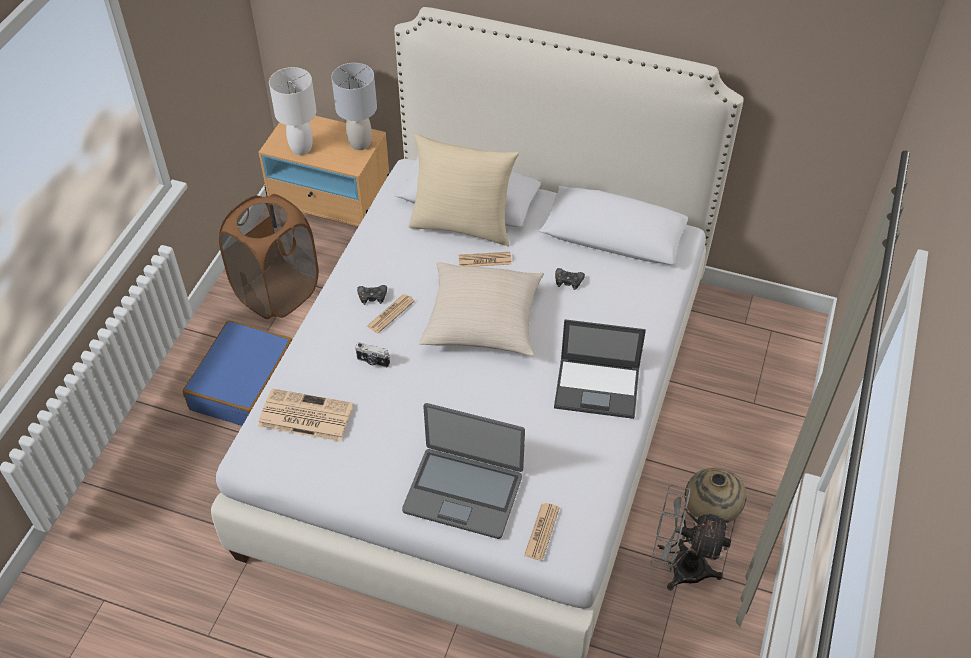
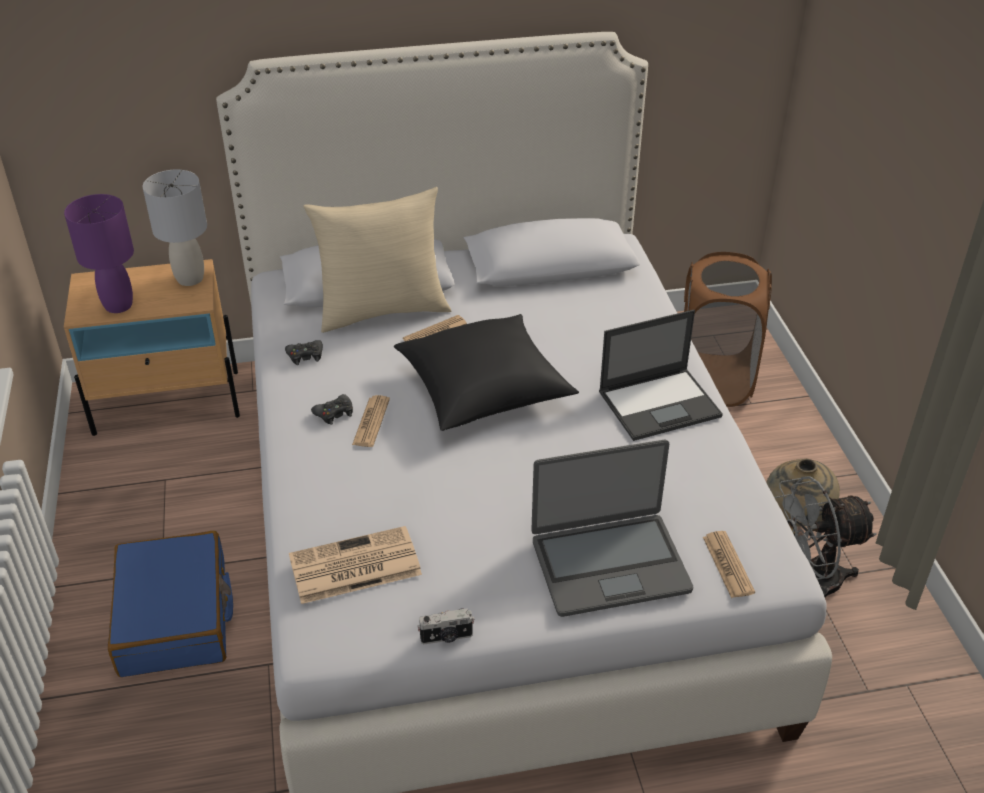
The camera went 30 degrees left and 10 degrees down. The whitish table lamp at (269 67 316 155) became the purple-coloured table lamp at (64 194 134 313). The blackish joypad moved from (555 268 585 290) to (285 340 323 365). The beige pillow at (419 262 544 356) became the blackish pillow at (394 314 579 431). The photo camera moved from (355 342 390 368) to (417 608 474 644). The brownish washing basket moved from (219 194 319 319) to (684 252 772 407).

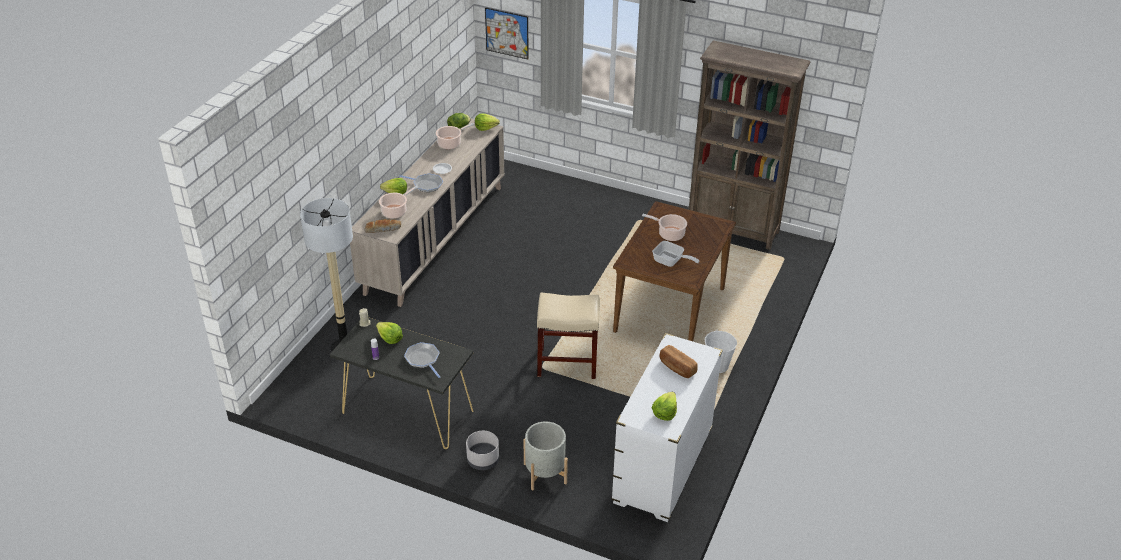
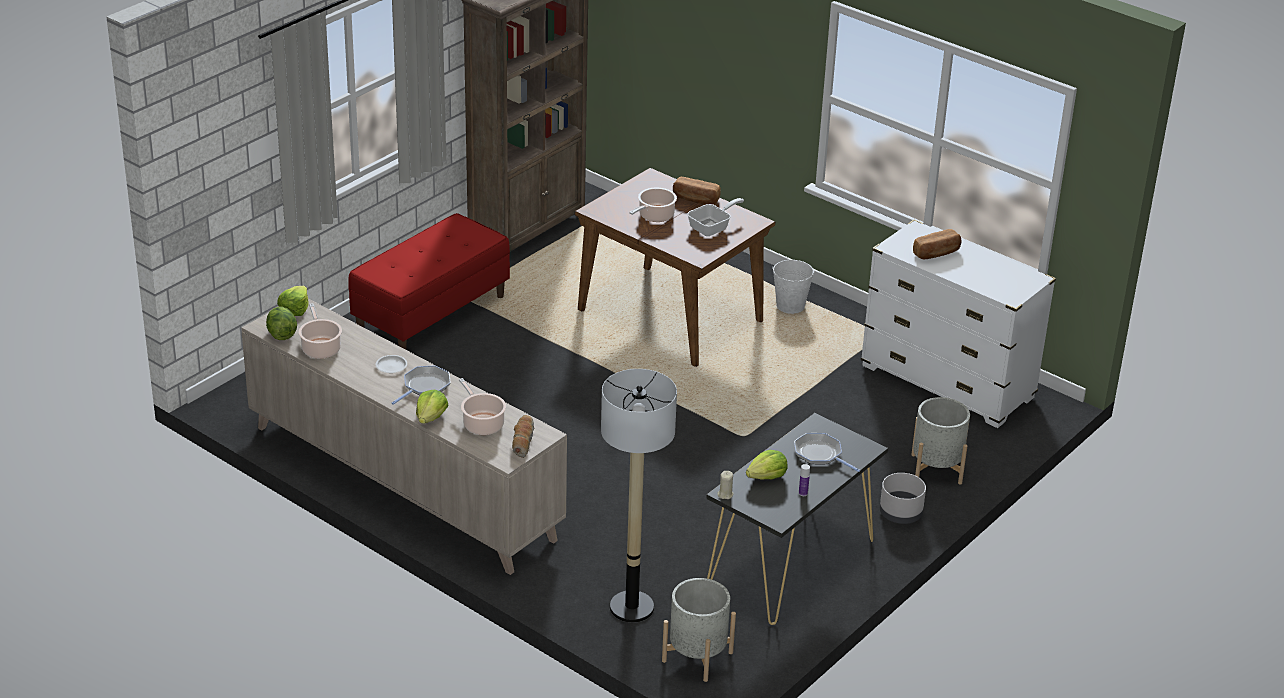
The camera went 75 degrees left and 5 degrees down. The reddish bench at (348 213 510 350) appeared. The grey planter at (662 578 736 682) appeared. The bakery bread at (673 177 721 205) appeared. The skillet at (404 342 440 378) turned 60 degrees clockwise. The wall art at (485 7 529 59) disappeared. The beige sitting stool at (537 293 600 379) disappeared. The head of lettuce at (652 392 677 421) disappeared.

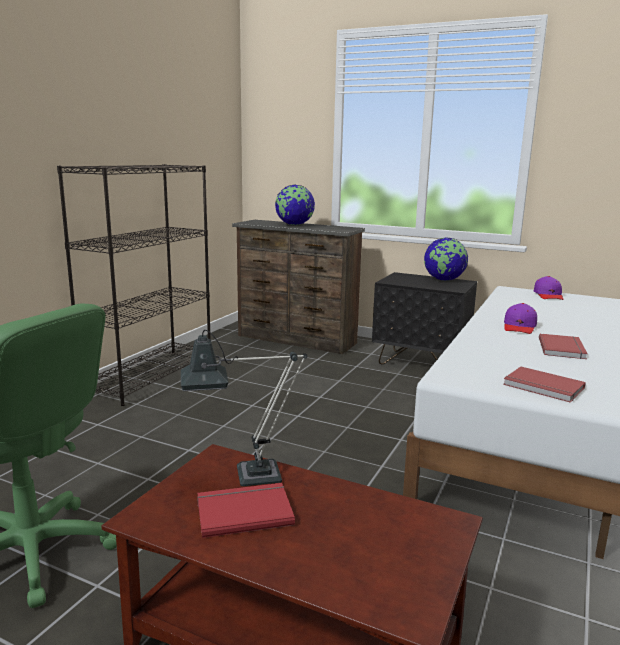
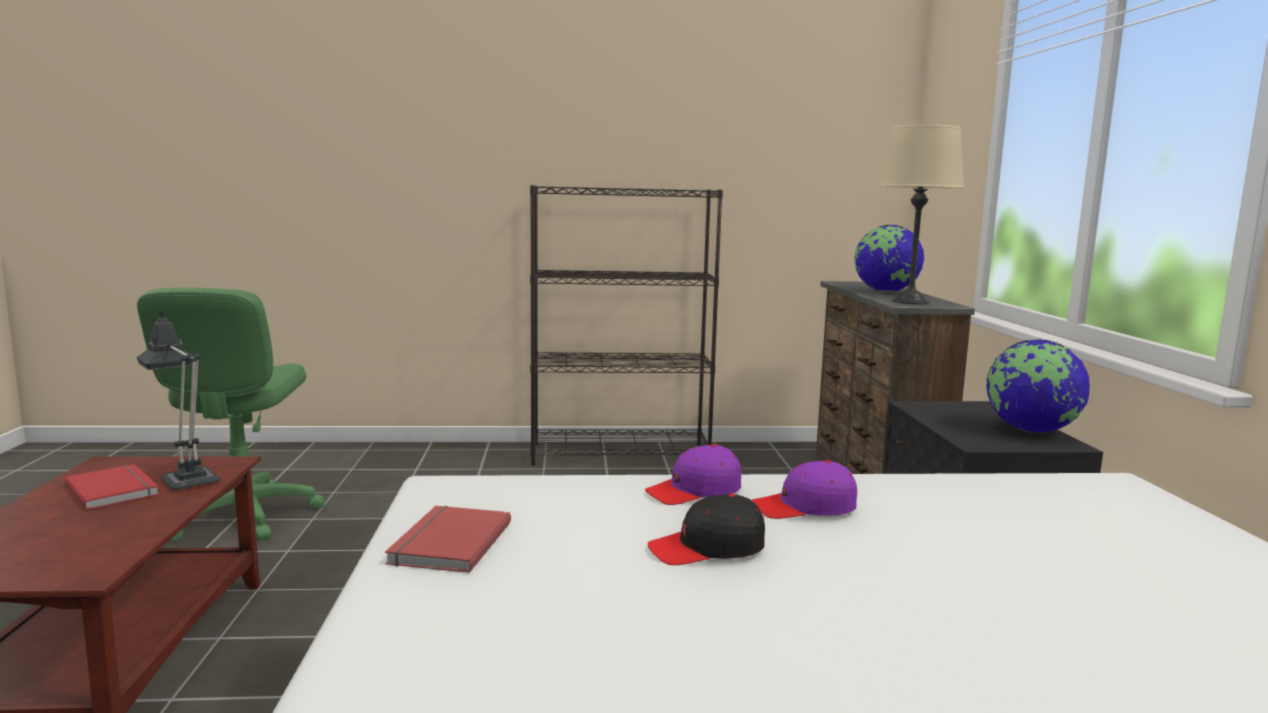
The camera went 60 degrees right and 5 degrees down. The purple-coloured baseball cap moved from (534 276 563 300) to (645 444 741 505). The reddish book at (539 334 588 359) was replaced by the blackish baseball cap at (648 494 765 565). The beige table lamp at (878 125 965 304) appeared.

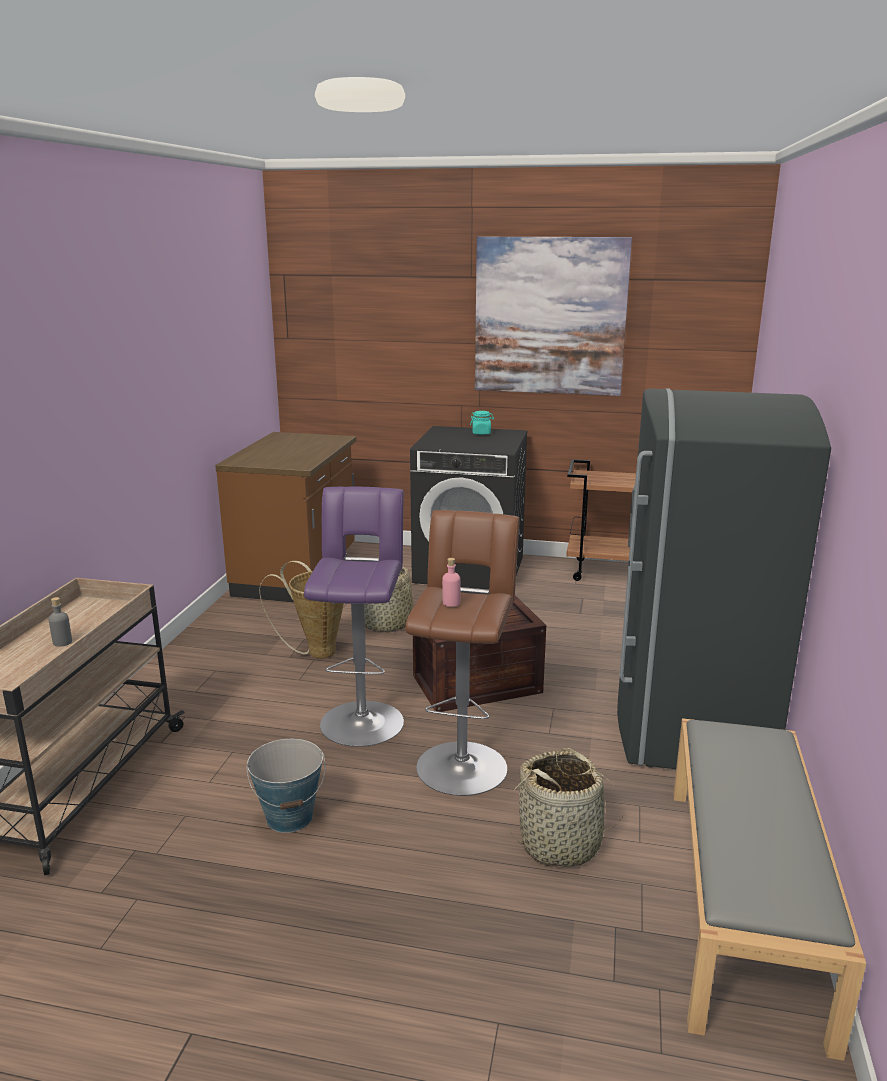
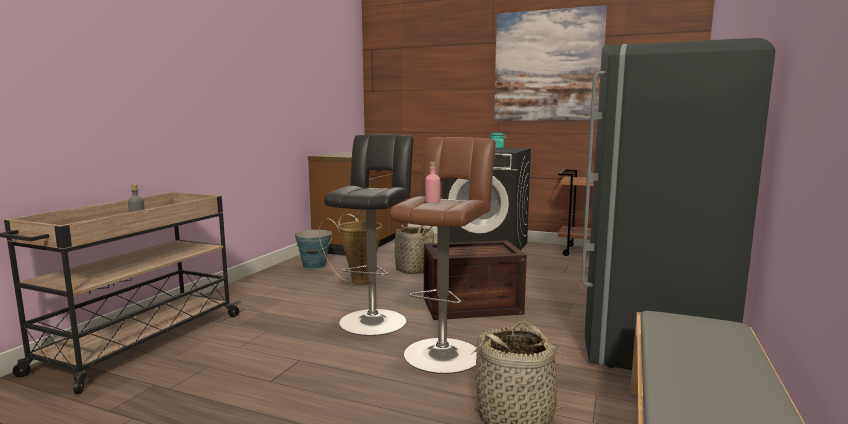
The camera went 10 degrees right and 10 degrees down. The water bucket moved from (246 739 326 833) to (294 230 332 269). The purple-coloured sitting stool at (304 487 404 747) became the blackish sitting stool at (324 135 414 336).

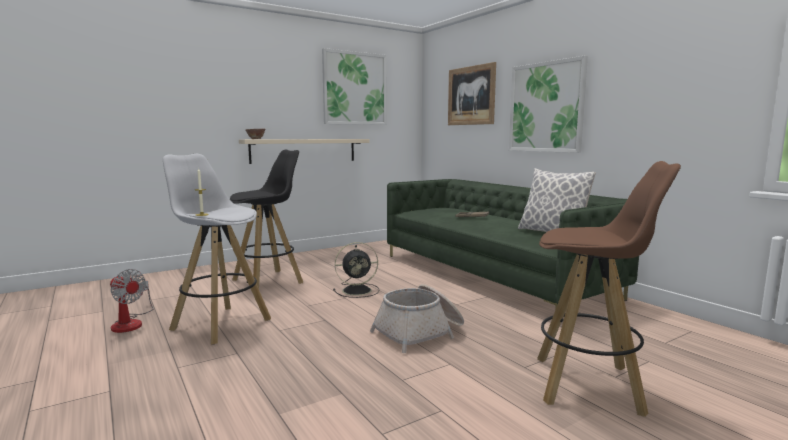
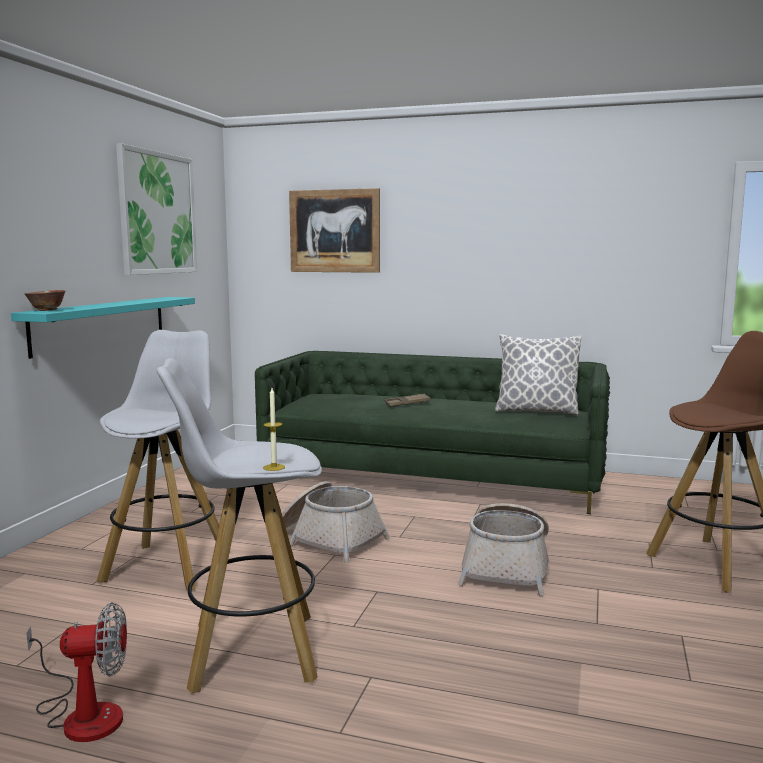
The camera went 40 degrees left and 0 degrees up. The beige bracket shelf at (239 139 370 164) became the blue-green bracket shelf at (11 297 195 359). The blackish sitting stool at (230 149 303 289) became the whitish sitting stool at (96 330 219 590). The blackish fan at (333 242 379 298) was replaced by the household basket at (282 481 390 563). The wall art at (509 55 588 153) disappeared.

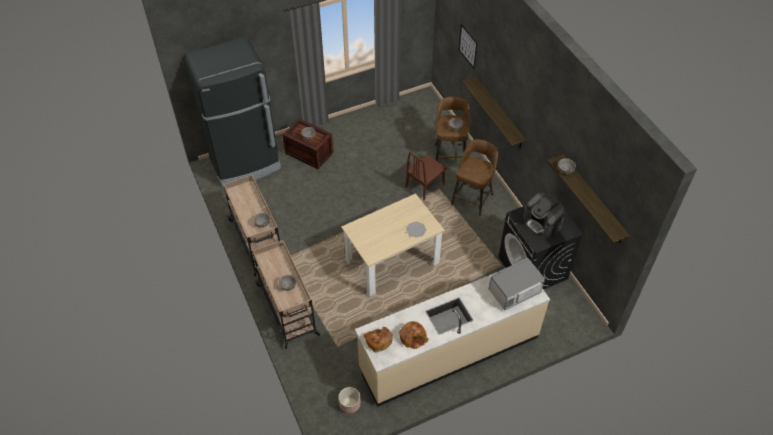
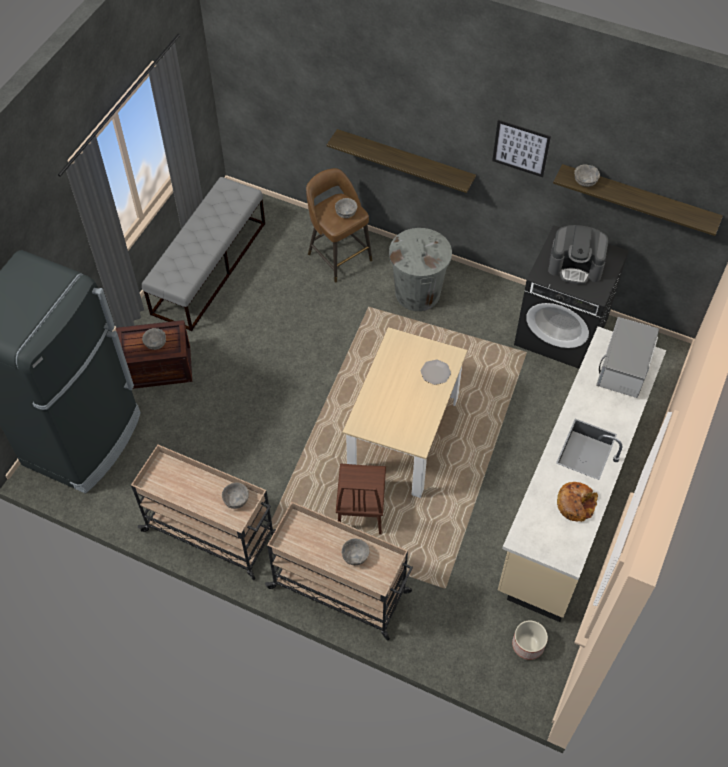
The camera went 40 degrees left and 5 degrees up. The grey bench at (142 177 265 331) appeared. The brownish plain chair moved from (405 152 447 200) to (336 463 386 534). The brownish sitting stool at (451 139 498 216) was replaced by the grey rubbish bin at (389 228 452 311). The wall art moved from (459 24 478 69) to (492 120 551 177). The bakery bread at (364 327 393 353) disappeared.

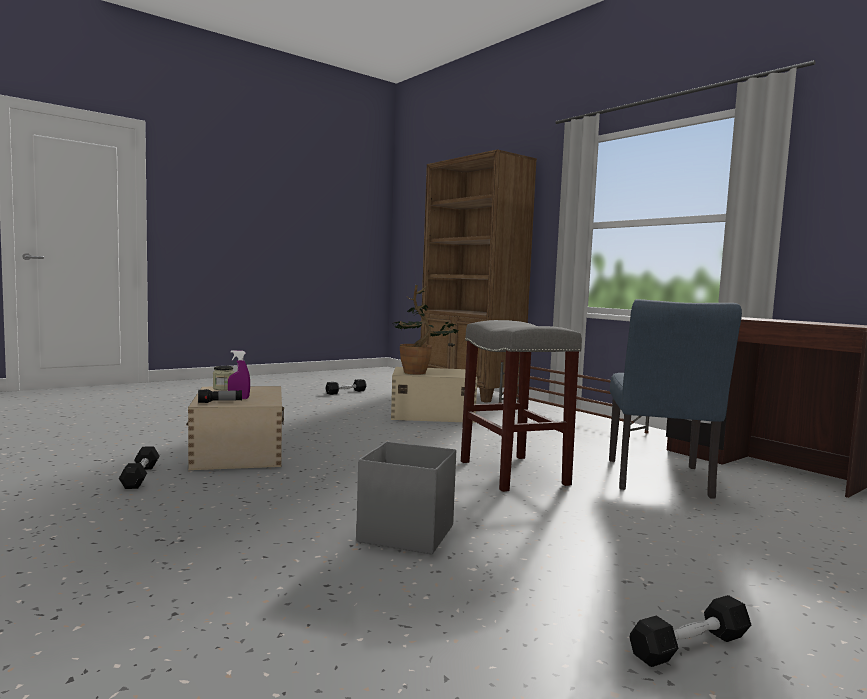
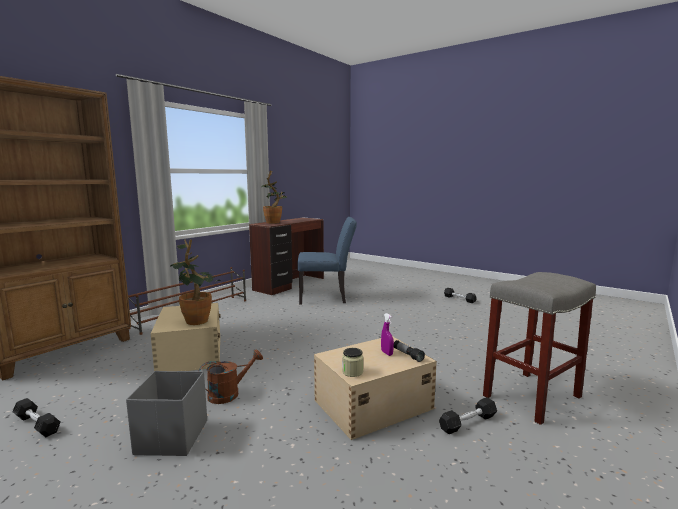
The camera went 105 degrees left and 5 degrees up. The grey storage bin moved from (356 441 456 555) to (126 371 207 456). The brownish watering can at (199 350 263 404) appeared. The plant in a pot at (261 170 287 224) appeared. The grey sitting stool moved from (461 320 582 492) to (483 272 596 425).

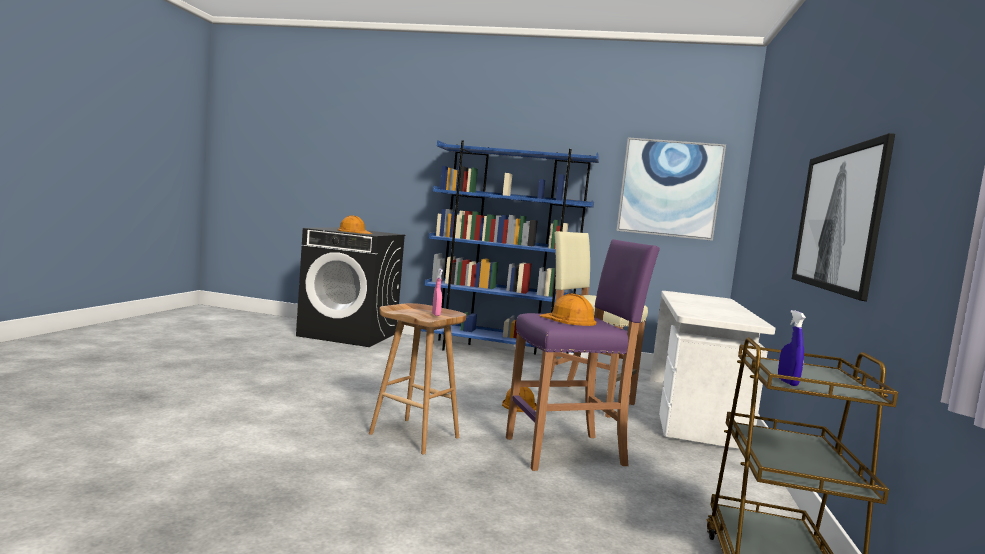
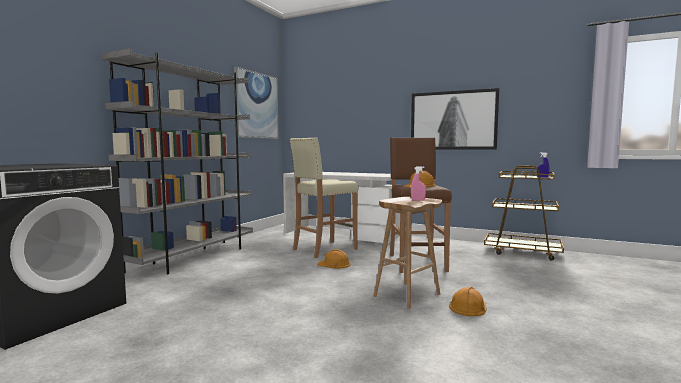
The camera went 75 degrees left and 0 degrees up. The bluish bookshelf at (421 140 599 354) became the grey bookshelf at (102 48 253 274). The purple-coloured sitting stool at (506 239 660 471) became the brownish sitting stool at (390 137 452 273). The orangey work helmet moved from (338 215 373 234) to (449 287 487 316).

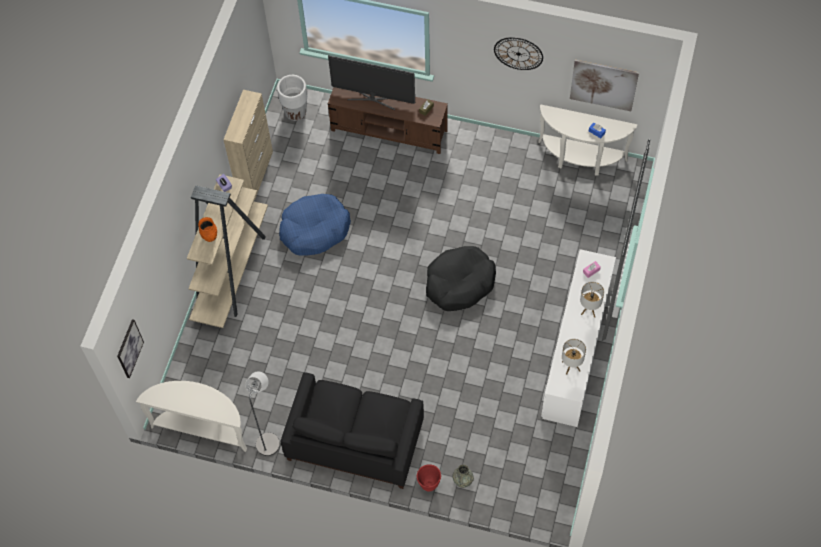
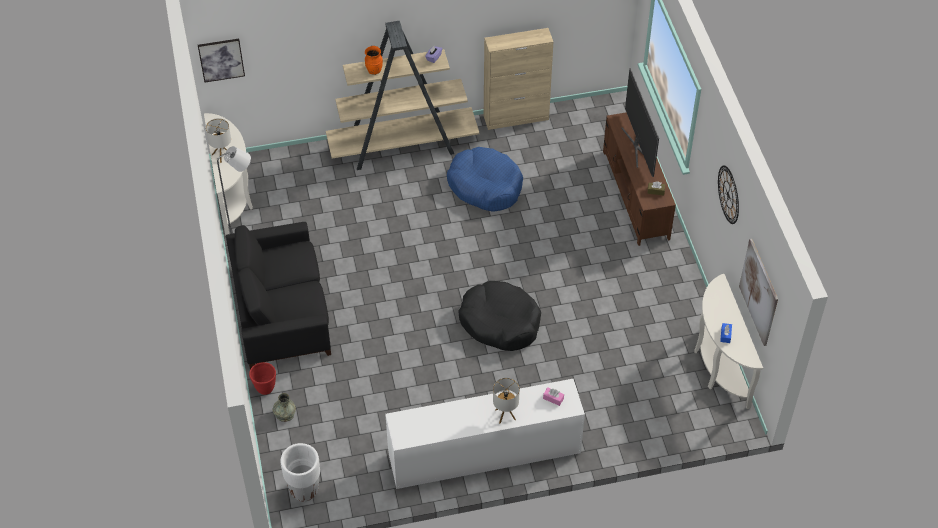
The camera went 60 degrees right and 10 degrees down. The table lamp moved from (562 339 586 375) to (206 118 231 163). The whitish planter moved from (277 75 307 121) to (280 443 320 501).

